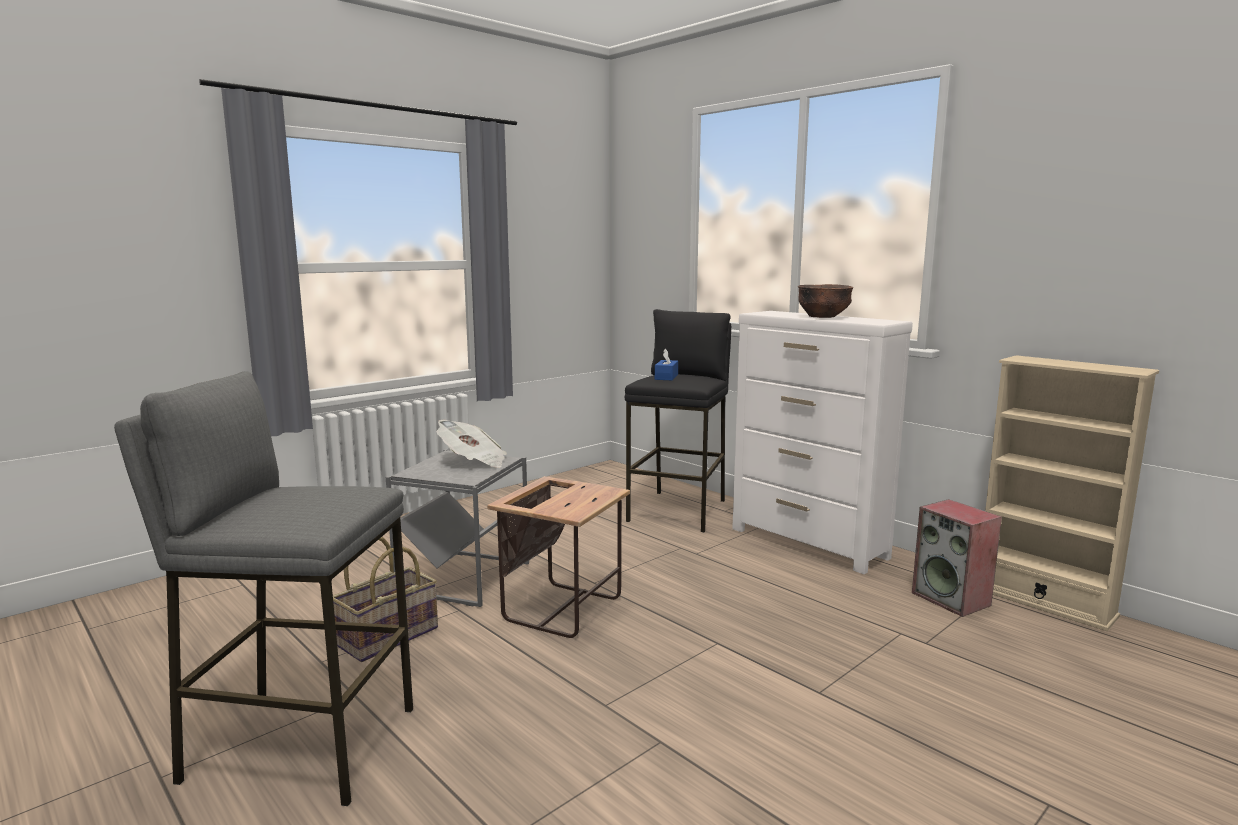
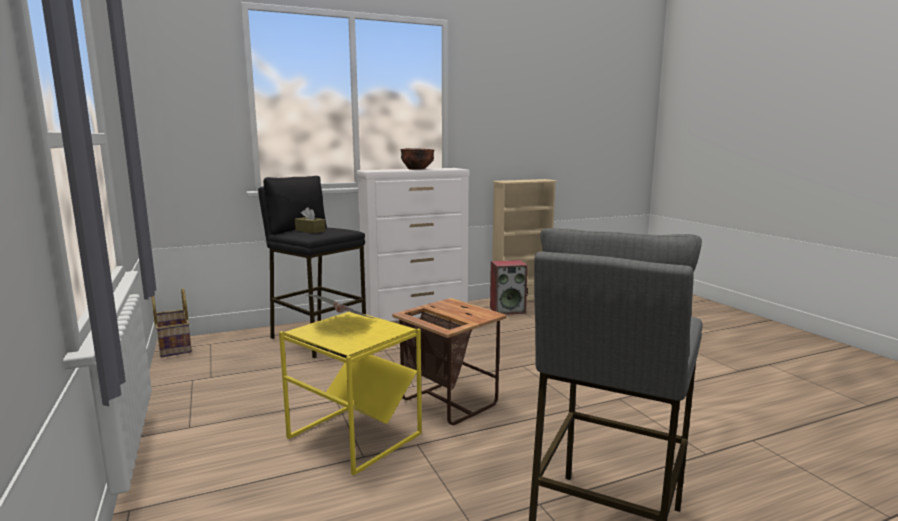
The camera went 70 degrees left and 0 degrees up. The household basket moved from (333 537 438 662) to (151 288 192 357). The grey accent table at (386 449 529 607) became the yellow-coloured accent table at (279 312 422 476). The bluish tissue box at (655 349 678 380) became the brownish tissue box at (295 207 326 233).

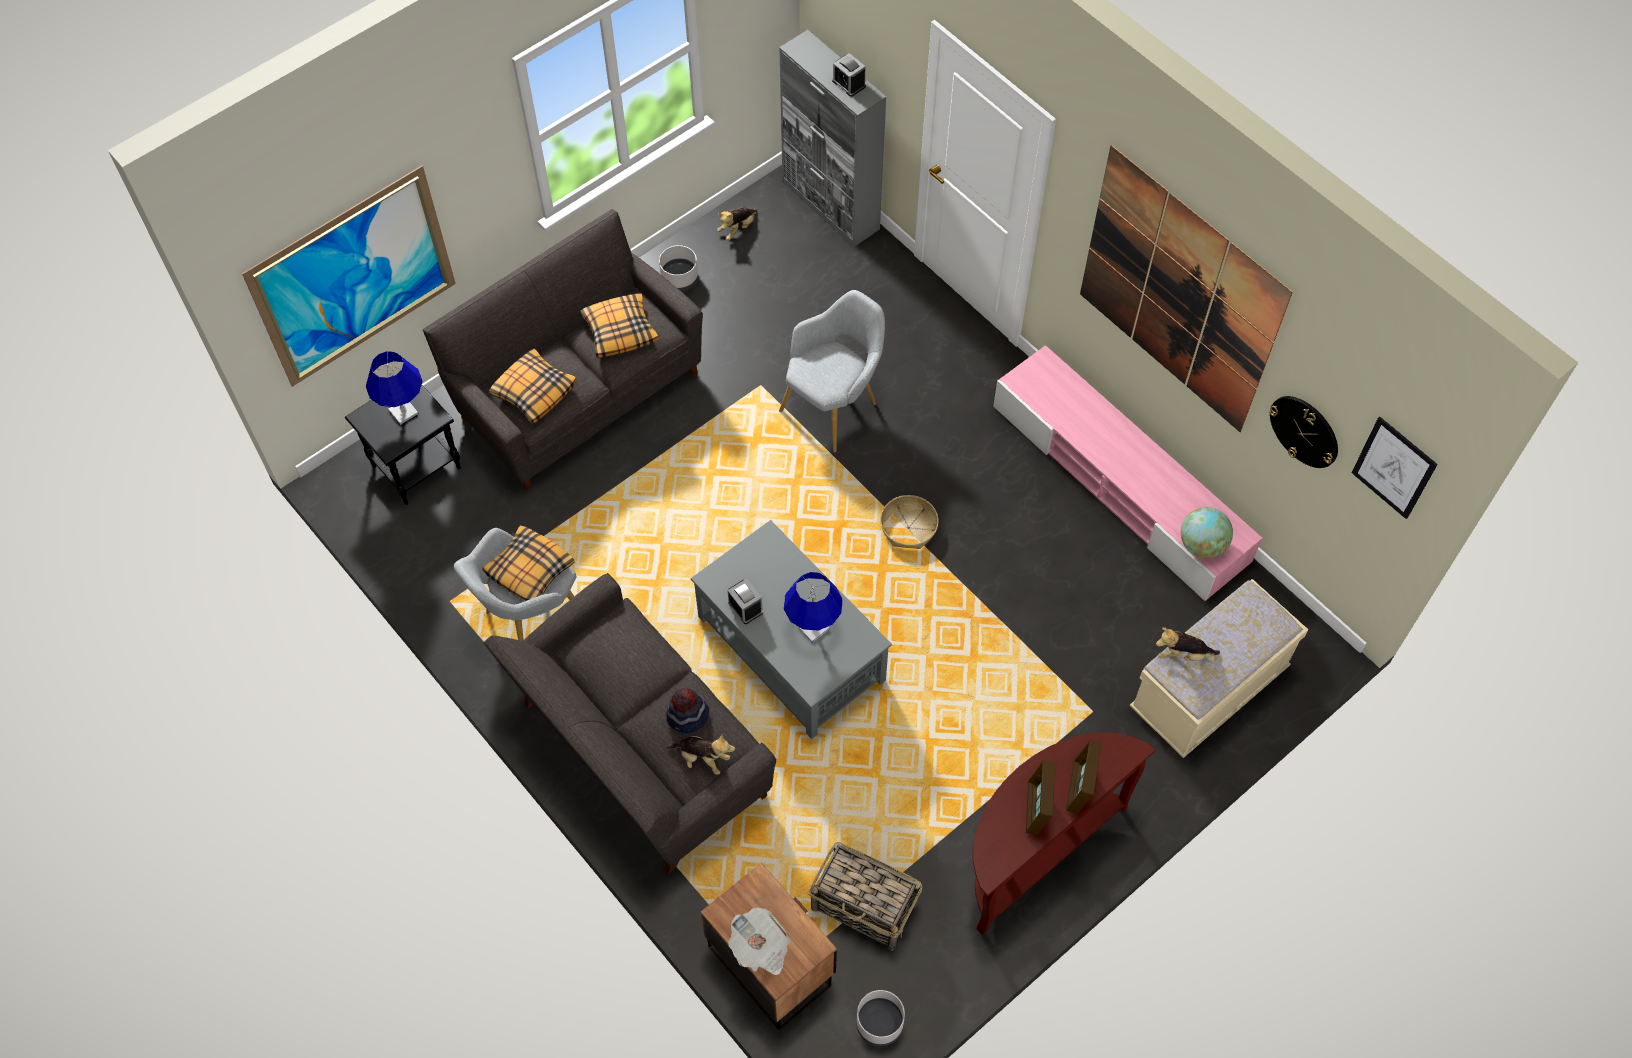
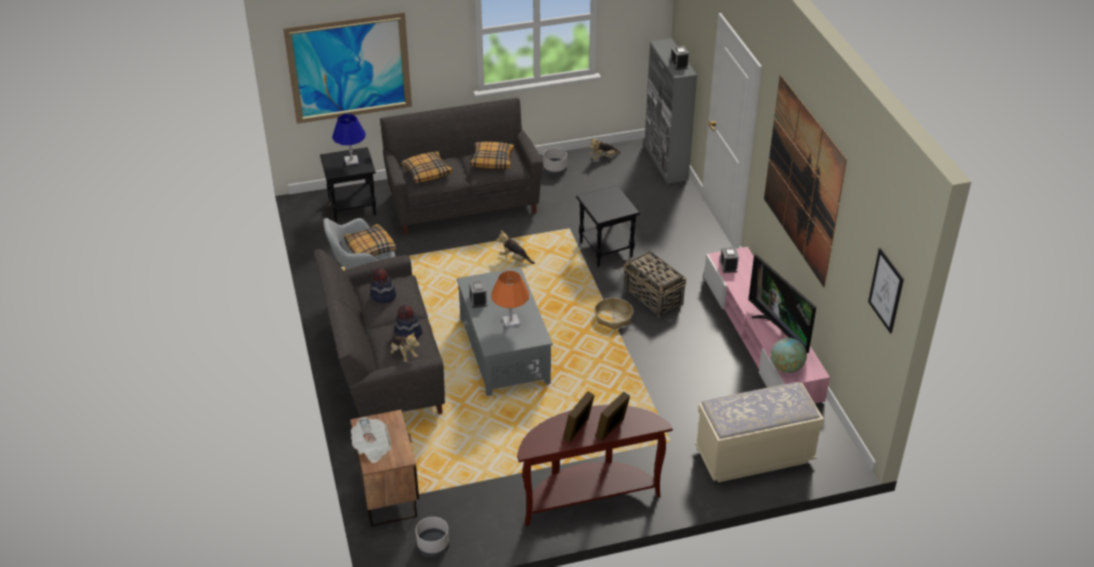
The camera went 25 degrees right and 20 degrees down. The hat at (370 268 396 303) appeared. The bluish table lamp at (784 572 843 643) became the orangey table lamp at (491 271 529 328). The soft toy moved from (1156 627 1220 661) to (496 230 535 264). The grey armchair at (779 290 885 453) was replaced by the blackish accent table at (576 185 640 267). The household basket moved from (808 842 923 951) to (624 251 686 317). The table clock at (720 247 739 273) appeared. The television at (748 254 816 353) appeared. The hanging clock at (1269 396 1338 468) disappeared.

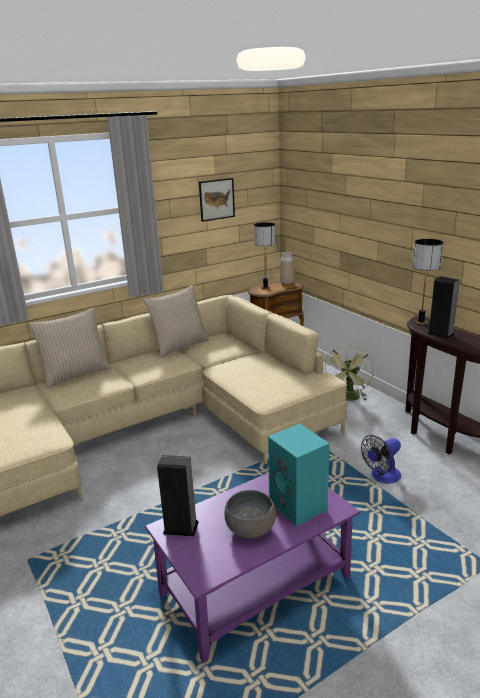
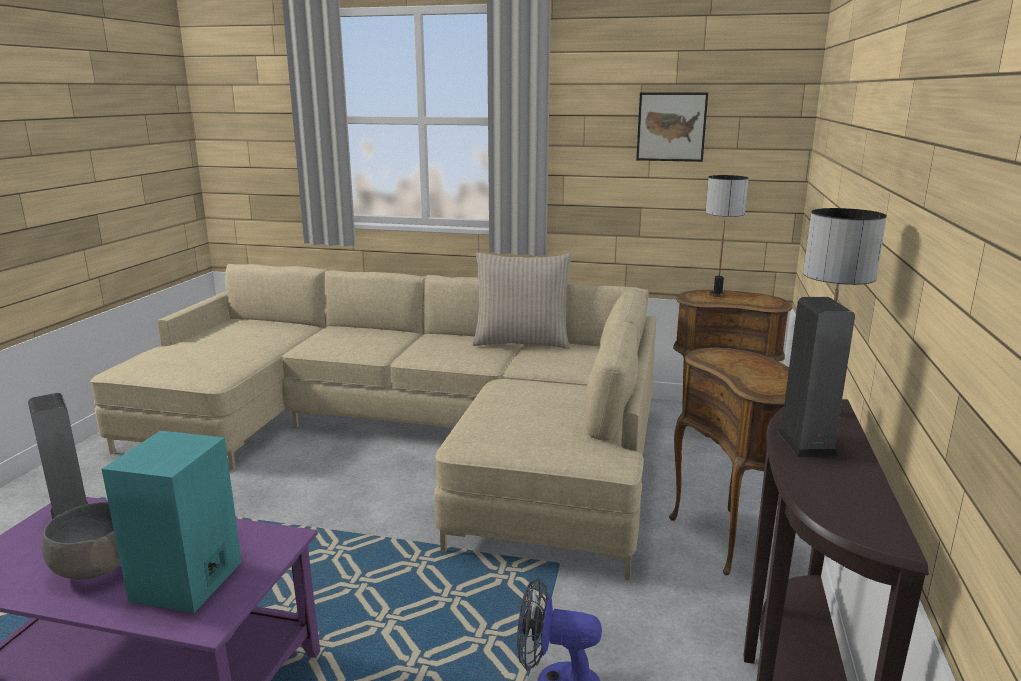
The camera went 45 degrees right and 5 degrees down. The greenish fan at (325 345 374 401) was replaced by the brownish accent table at (669 347 789 575). The beige pillow at (29 307 111 388) disappeared. The decorative vase at (280 252 294 286) disappeared.

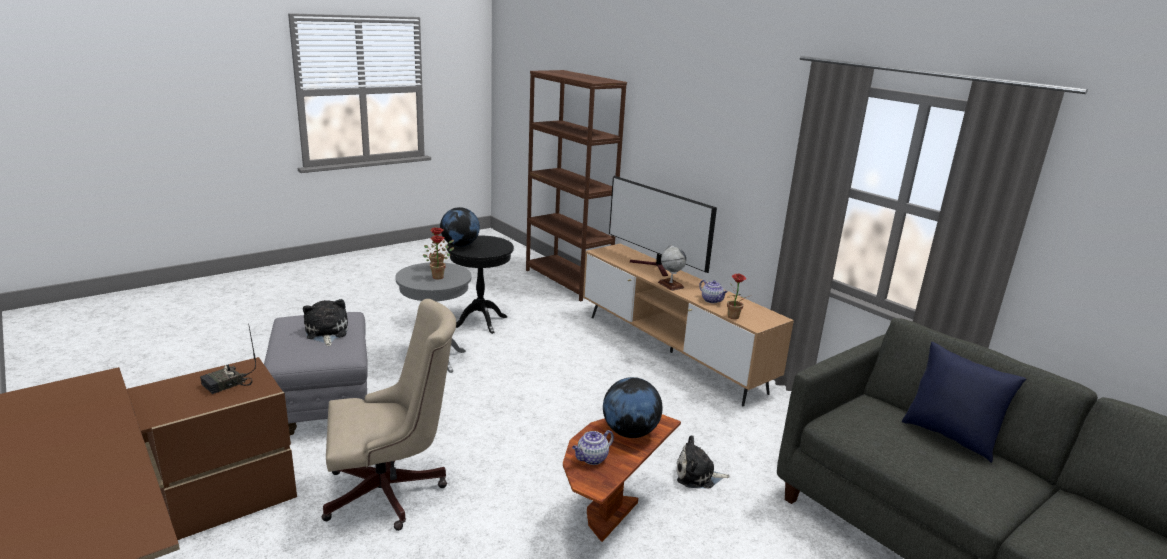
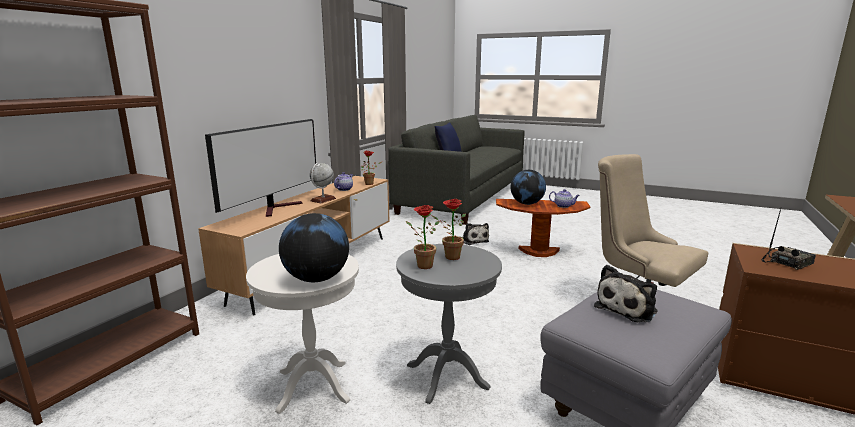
The camera went 115 degrees left and 5 degrees down. The blackish accent table at (447 235 514 334) became the whitish accent table at (246 254 359 414). The radio receiver at (200 323 256 394) turned 45 degrees counterclockwise.

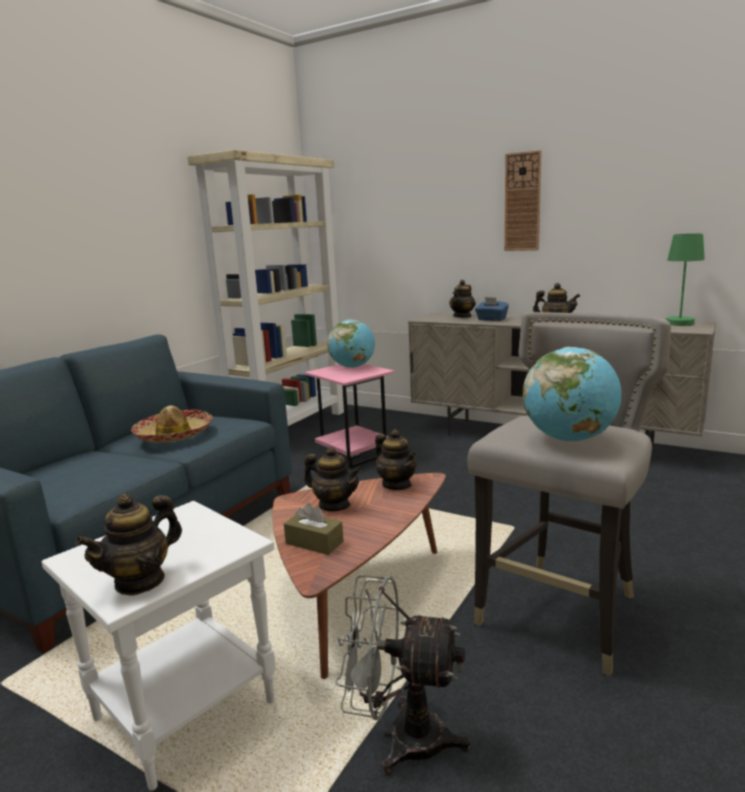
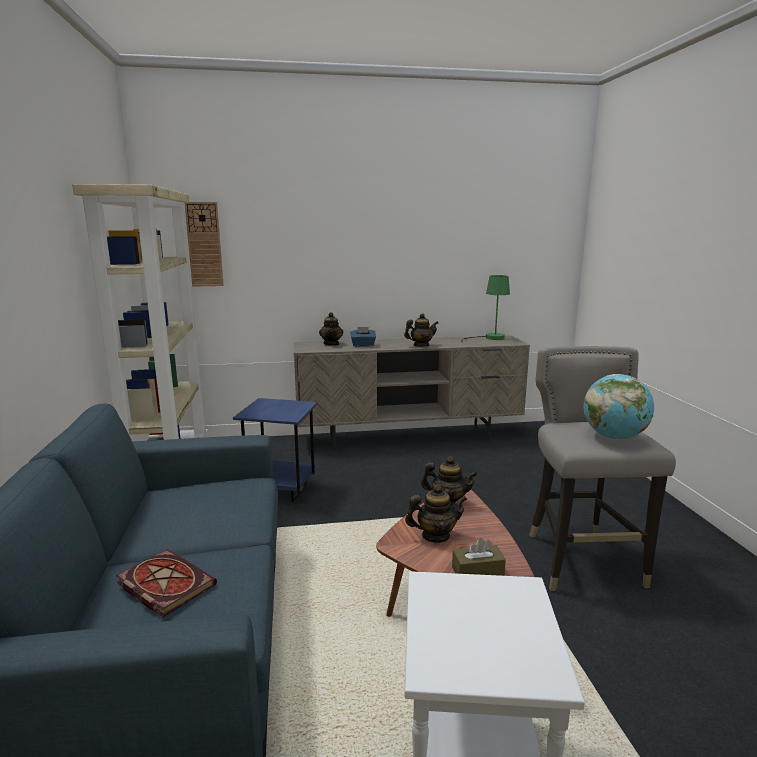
The camera went 40 degrees left and 0 degrees up. The book at (116 549 217 617) appeared. The hanging clock moved from (504 150 542 251) to (185 202 224 287). The pink-coloured accent table at (304 364 394 468) became the bluish accent table at (233 398 317 502). The teapot at (75 493 182 596) disappeared. The hat at (131 406 213 443) disappeared. The desk globe at (327 319 375 368) disappeared. The grey fan at (335 575 470 775) disappeared.

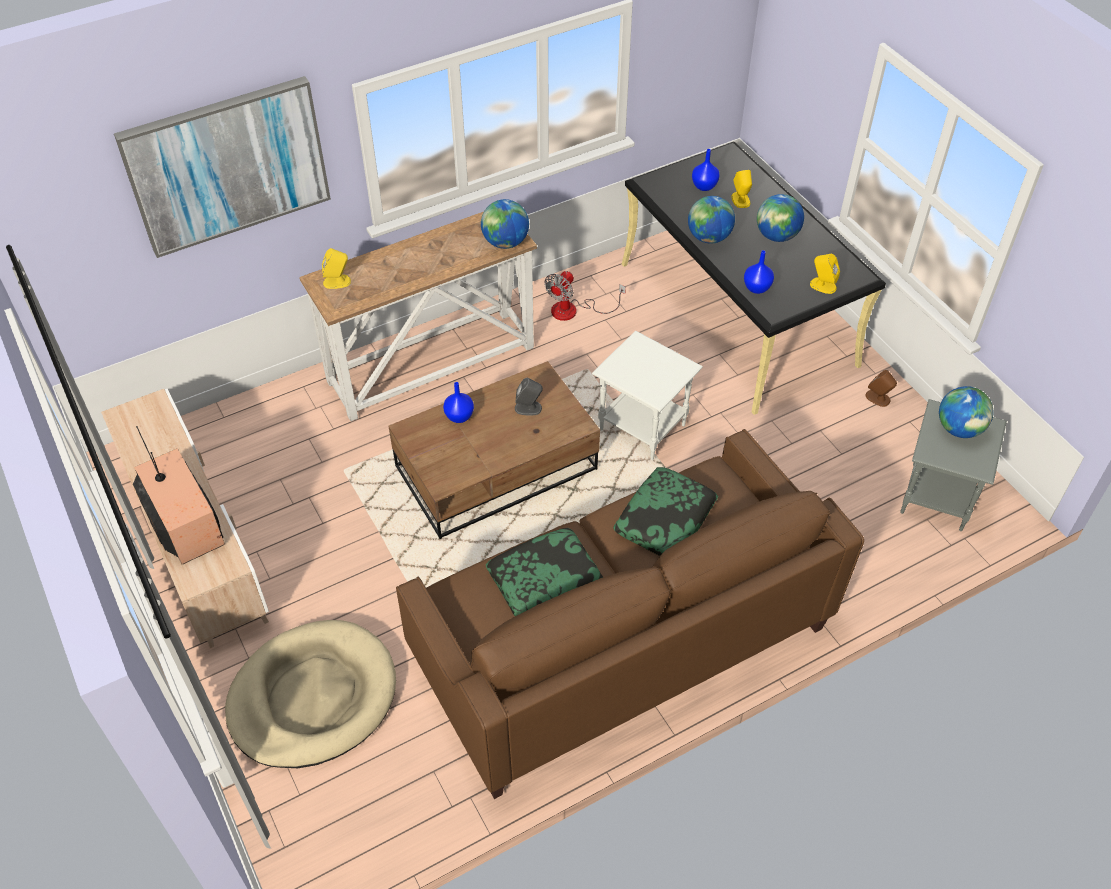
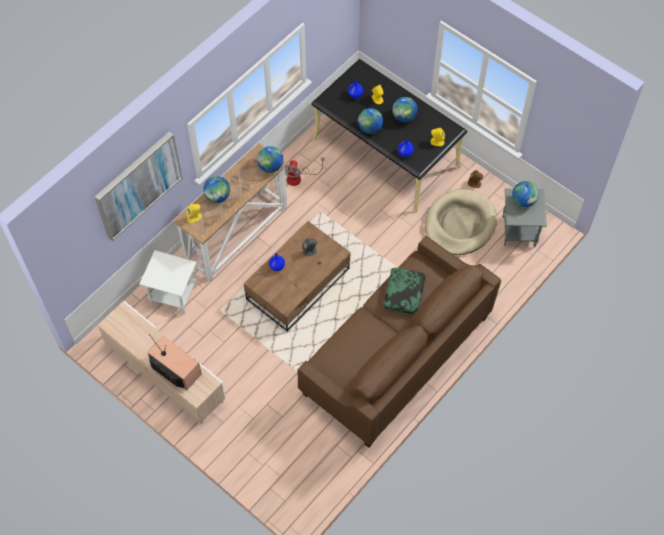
The camera went 20 degrees left and 10 degrees up. The whitish accent table moved from (592 331 703 460) to (139 250 196 314). The desk globe at (203 176 230 203) appeared. The beige dog cushion moved from (225 620 396 768) to (425 189 497 255). The pillow at (486 528 603 616) disappeared.

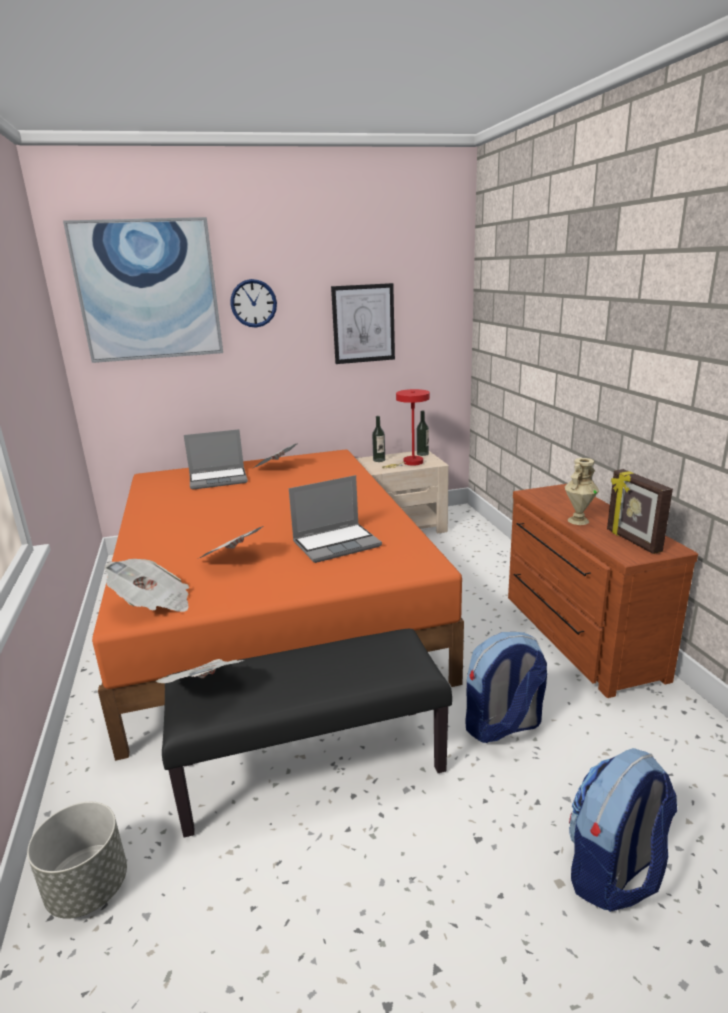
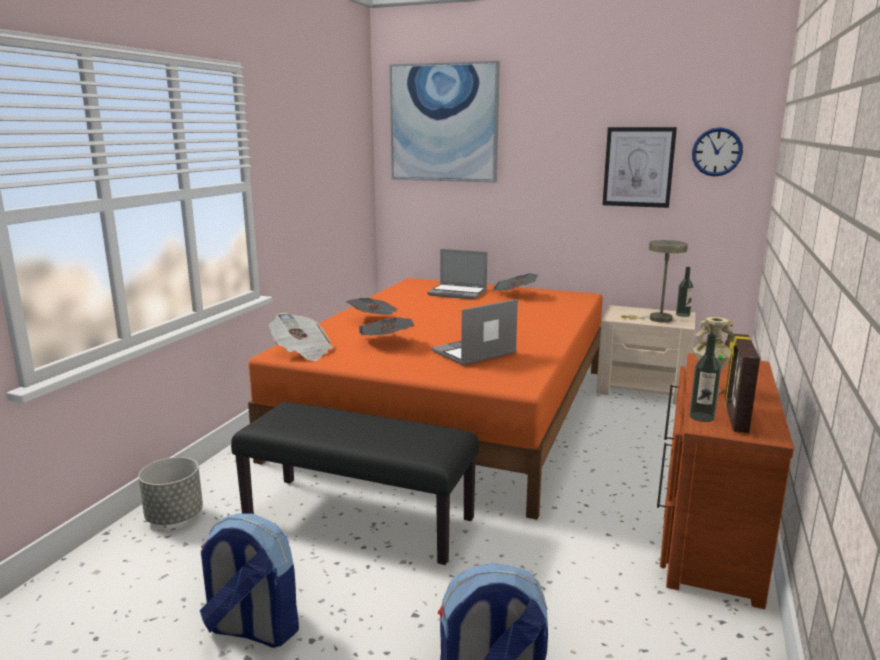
The camera went 35 degrees right and 5 degrees down. The knapsack moved from (465 632 547 743) to (200 513 299 648). The printed paper moved from (156 659 244 683) to (346 298 397 315). The notebook computer at (289 475 382 563) turned 135 degrees clockwise. The reddish table lamp at (382 389 430 468) became the beige table lamp at (621 240 688 323). The bottle moved from (372 416 385 462) to (689 333 721 422). The hanging clock moved from (230 279 277 328) to (692 128 743 176).

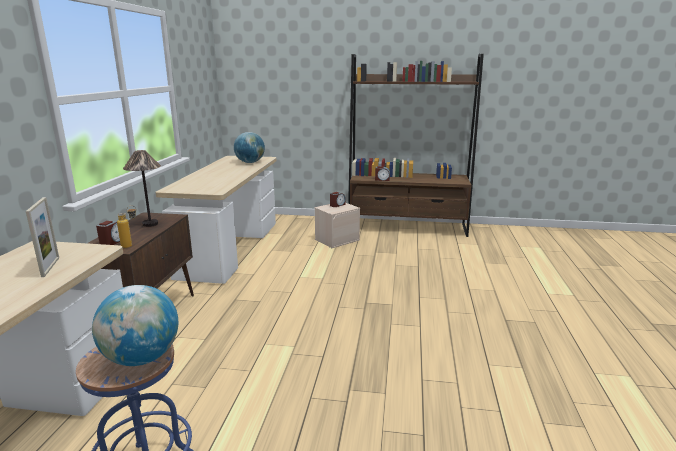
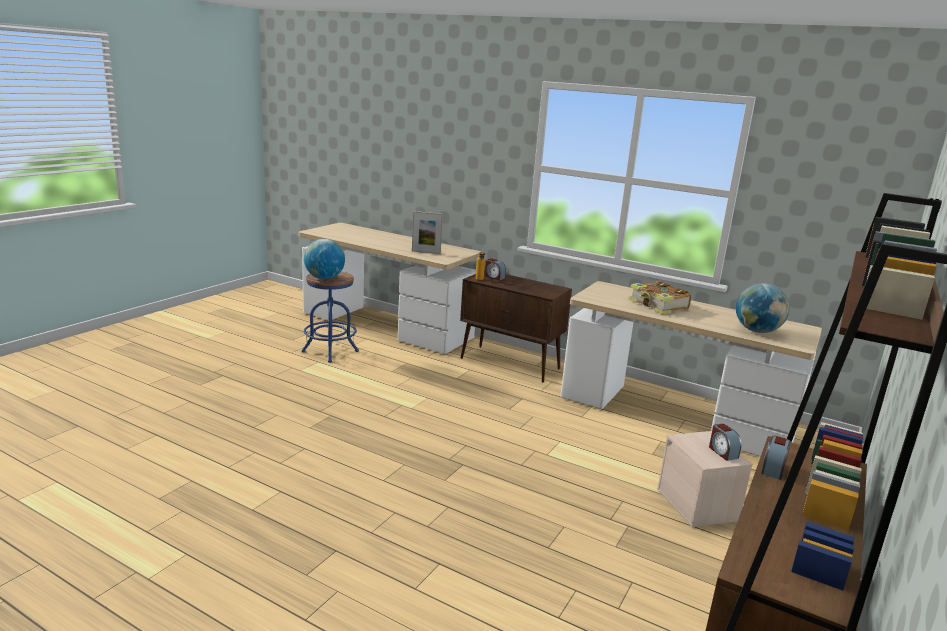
The camera went 110 degrees right and 0 degrees up. The book at (629 281 691 314) appeared. The table lamp at (123 150 161 227) disappeared.

